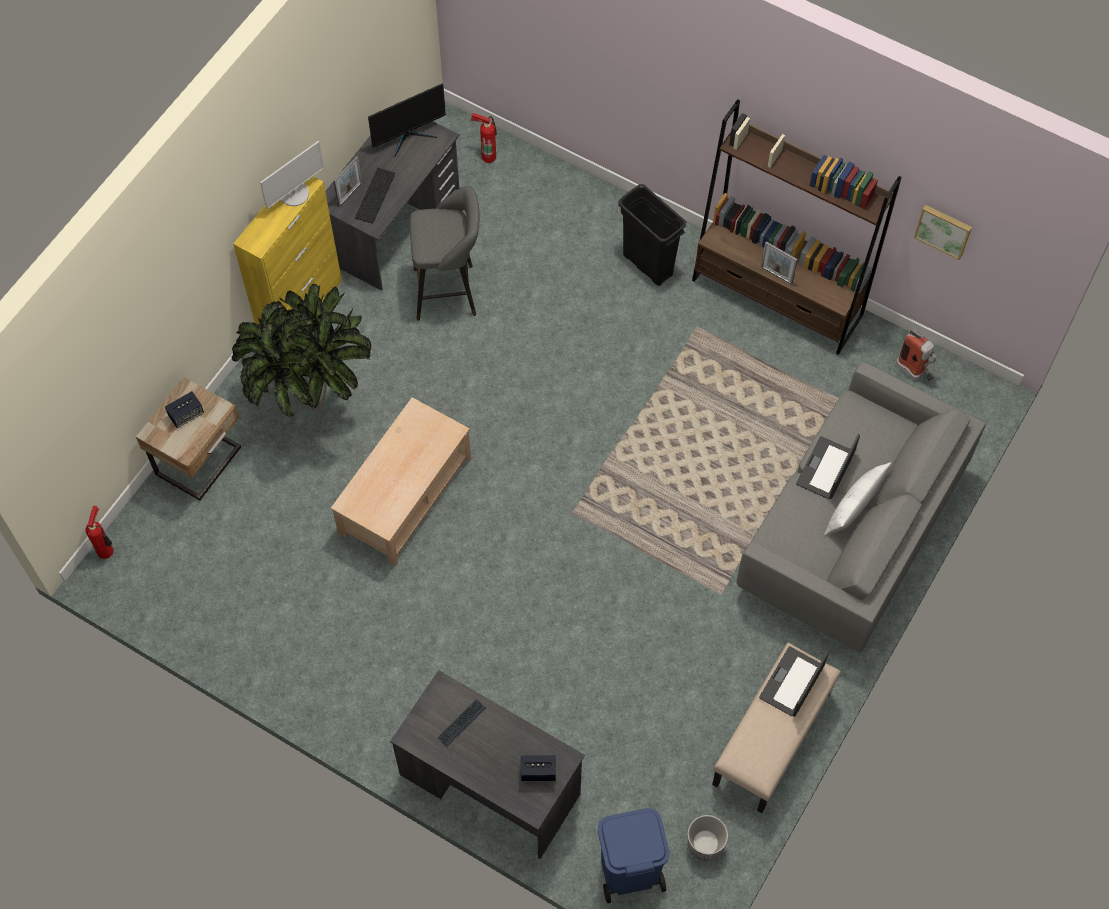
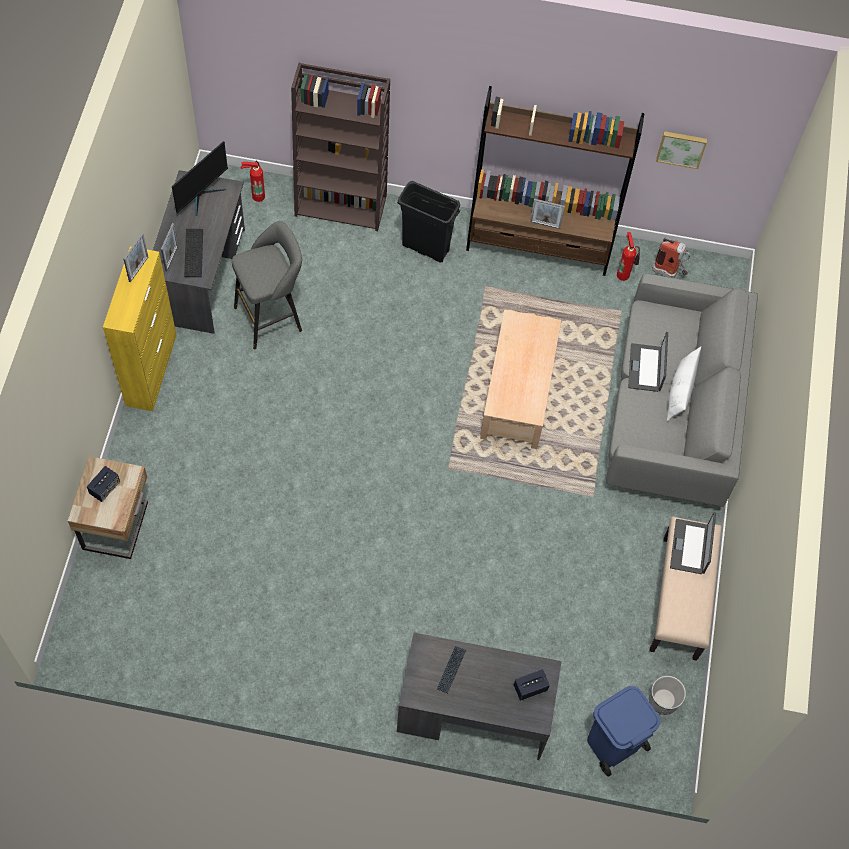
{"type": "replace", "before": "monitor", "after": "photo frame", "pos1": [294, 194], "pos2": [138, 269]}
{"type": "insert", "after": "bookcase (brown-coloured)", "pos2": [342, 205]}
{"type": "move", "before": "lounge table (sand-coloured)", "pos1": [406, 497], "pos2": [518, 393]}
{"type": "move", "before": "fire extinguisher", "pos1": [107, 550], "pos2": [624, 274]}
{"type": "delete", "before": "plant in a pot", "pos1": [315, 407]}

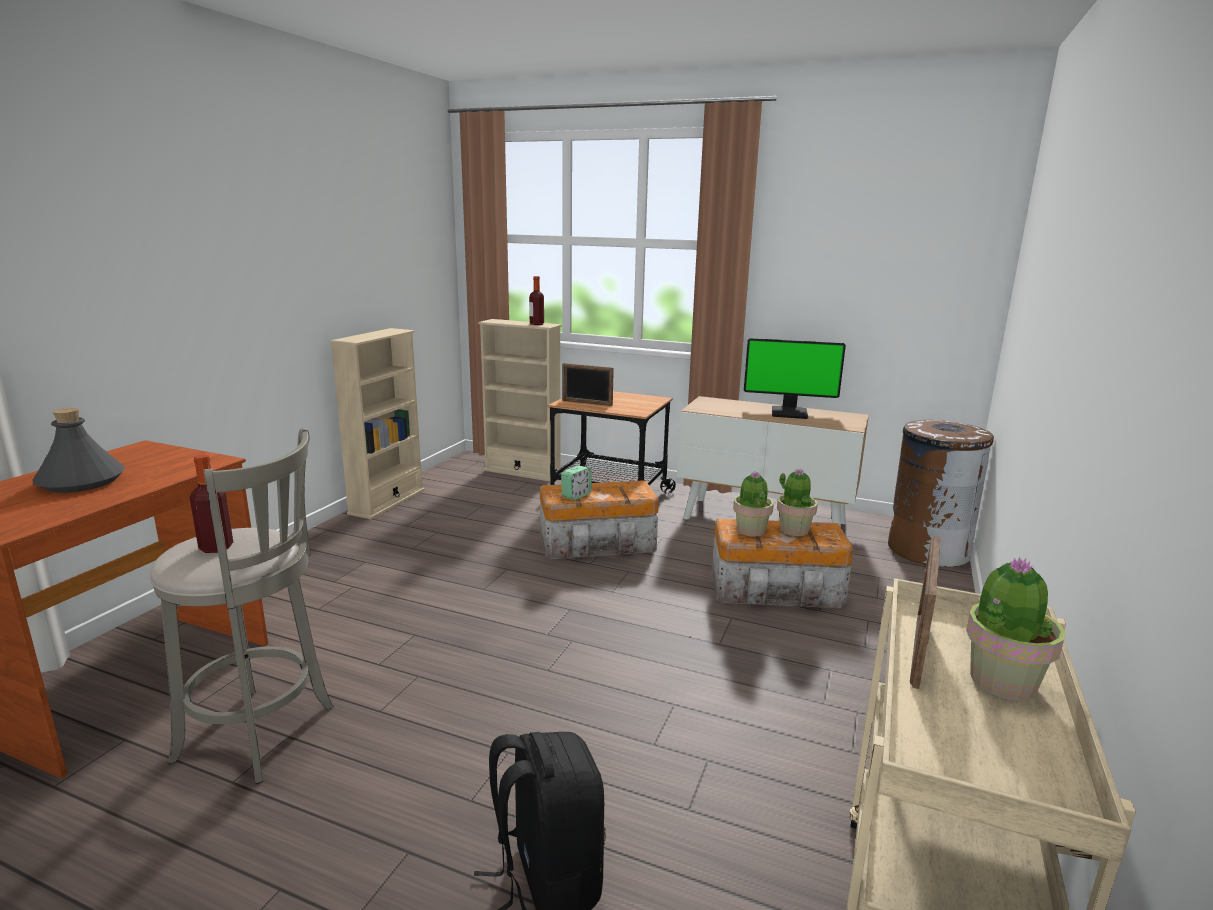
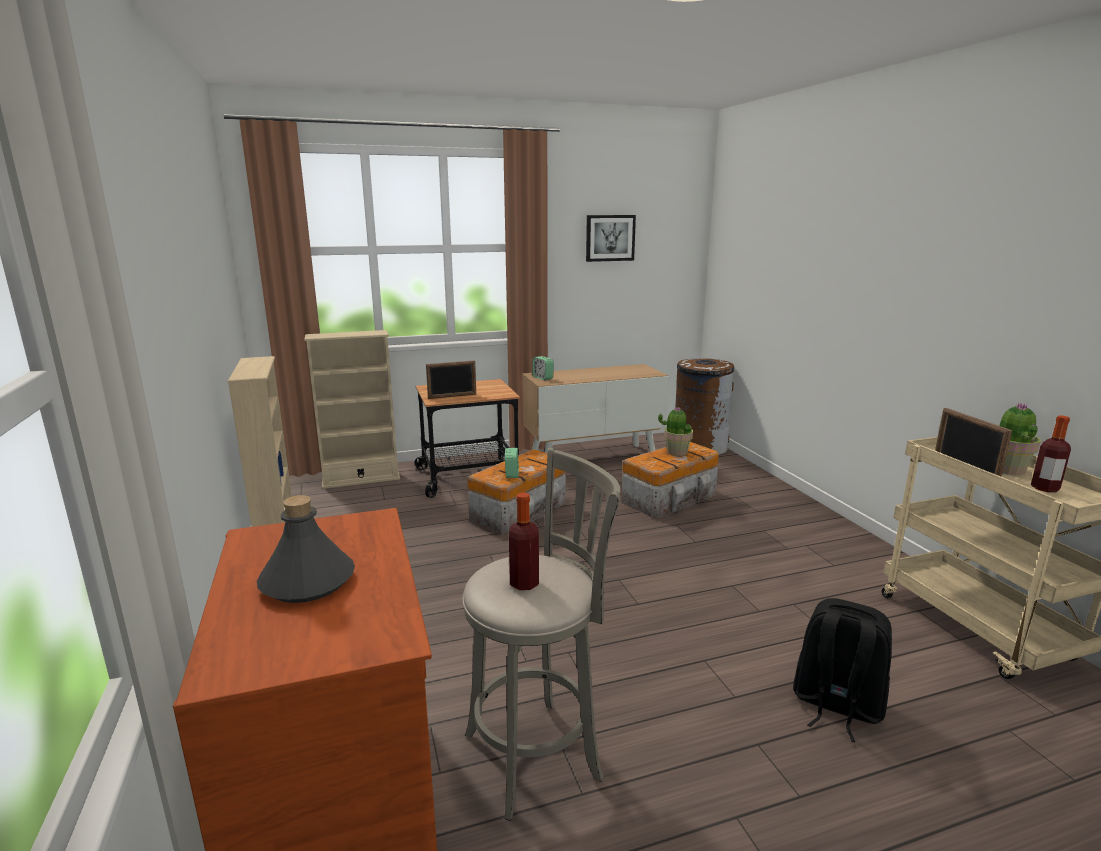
{"type": "insert", "after": "table clock", "pos2": [543, 378]}
{"type": "insert", "after": "wall picture", "pos2": [610, 238]}
{"type": "move", "before": "drink bottle", "pos1": [536, 324], "pos2": [1044, 488]}
{"type": "delete", "before": "plant in a pot", "pos1": [750, 531]}
{"type": "delete", "before": "monitor", "pos1": [790, 413]}

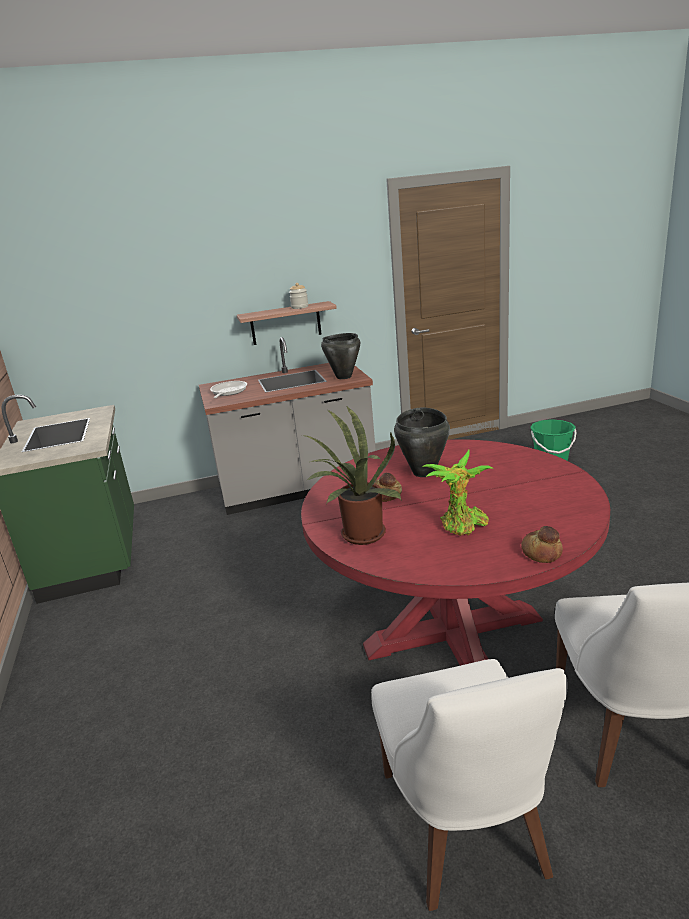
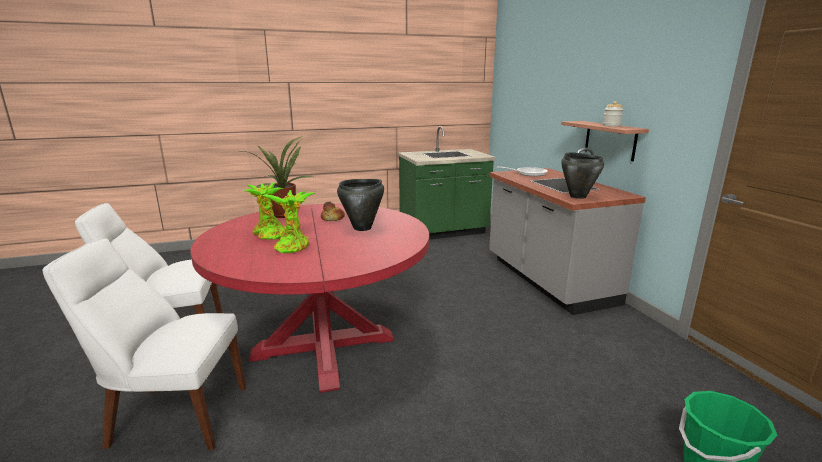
{"type": "insert", "after": "plant in a pot", "pos2": [292, 246]}
{"type": "delete", "before": "baked bread", "pos1": [542, 553]}

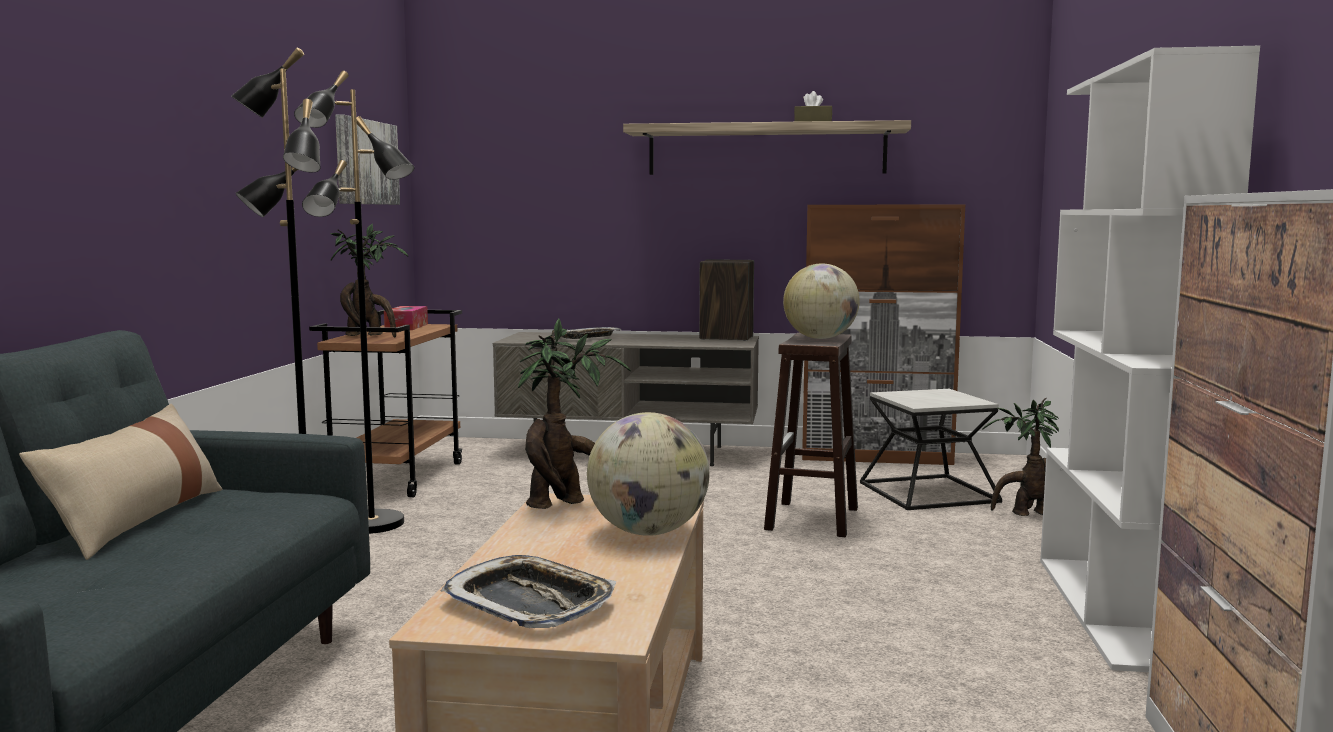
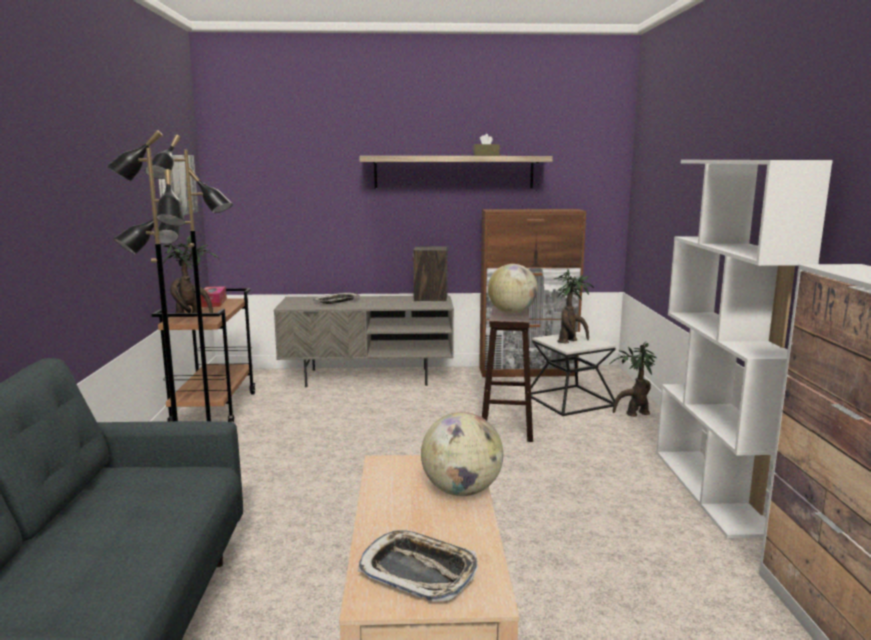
{"type": "move", "before": "plant in a pot", "pos1": [564, 505], "pos2": [570, 341]}
{"type": "delete", "before": "throw pillow (sand-coloured)", "pos1": [137, 520]}

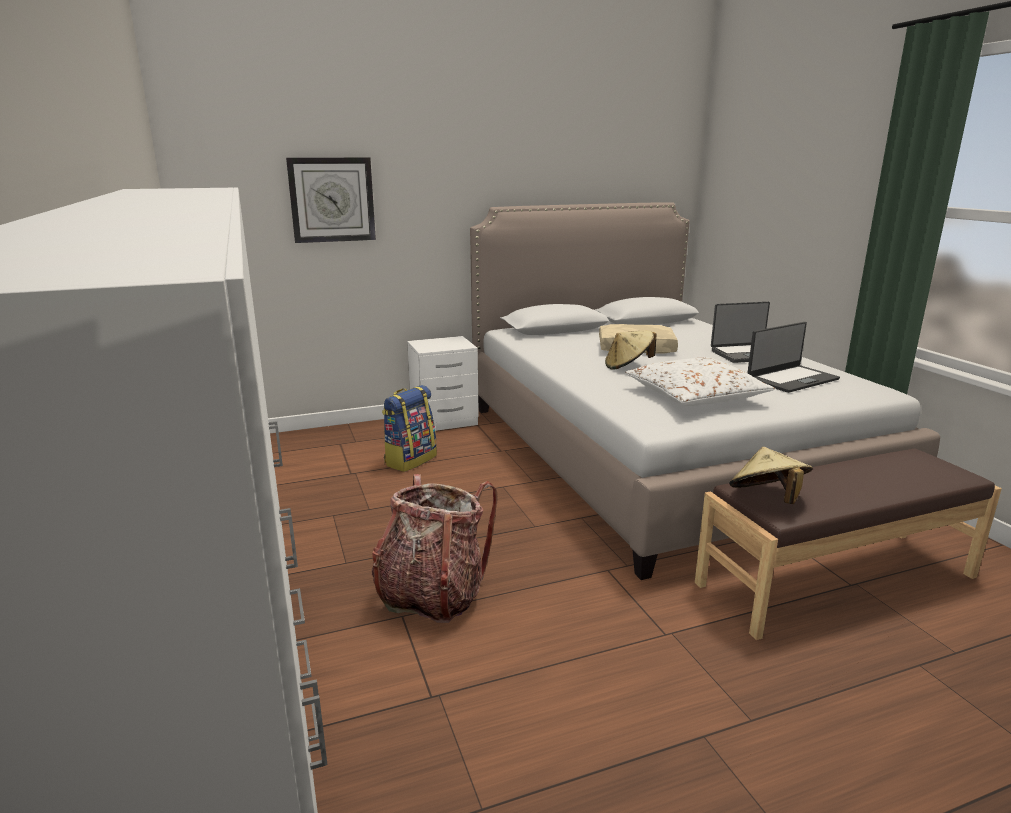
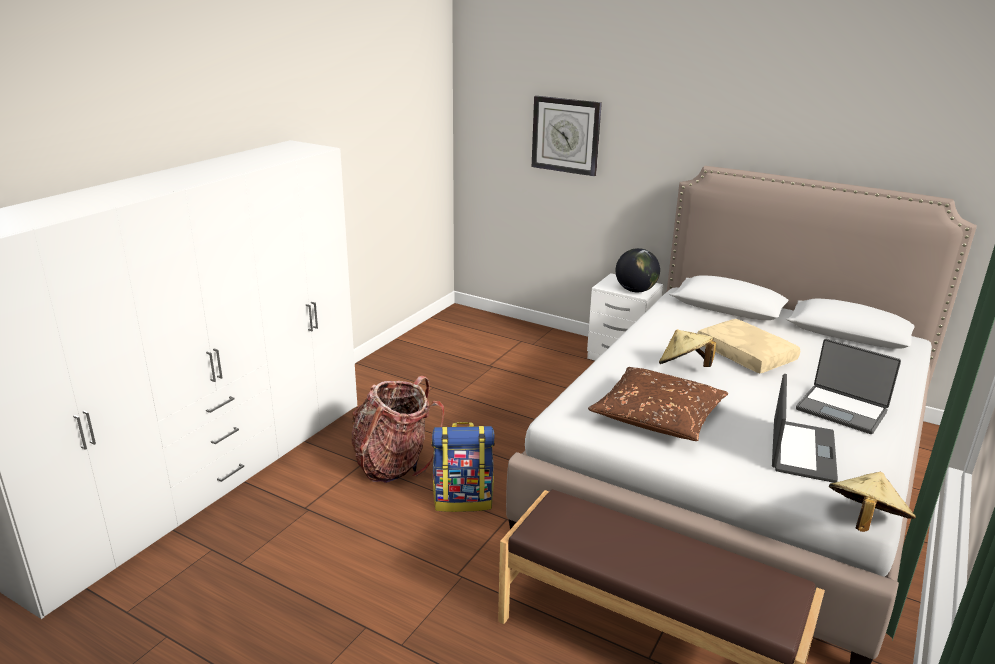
{"type": "move", "before": "backpack", "pos1": [410, 460], "pos2": [463, 500]}
{"type": "recolor", "before": "throw pillow (whitish)", "after": "throw pillow (brown-coloured)", "pos1": [695, 396], "pos2": [657, 415]}
{"type": "insert", "after": "desk globe", "pos2": [635, 290]}
{"type": "rotate", "before": "notebook computer", "pos1": [791, 379], "pos2": [801, 450], "turn": -90}
{"type": "move", "before": "hat (sand-coloured)", "pos1": [767, 499], "pos2": [864, 522]}

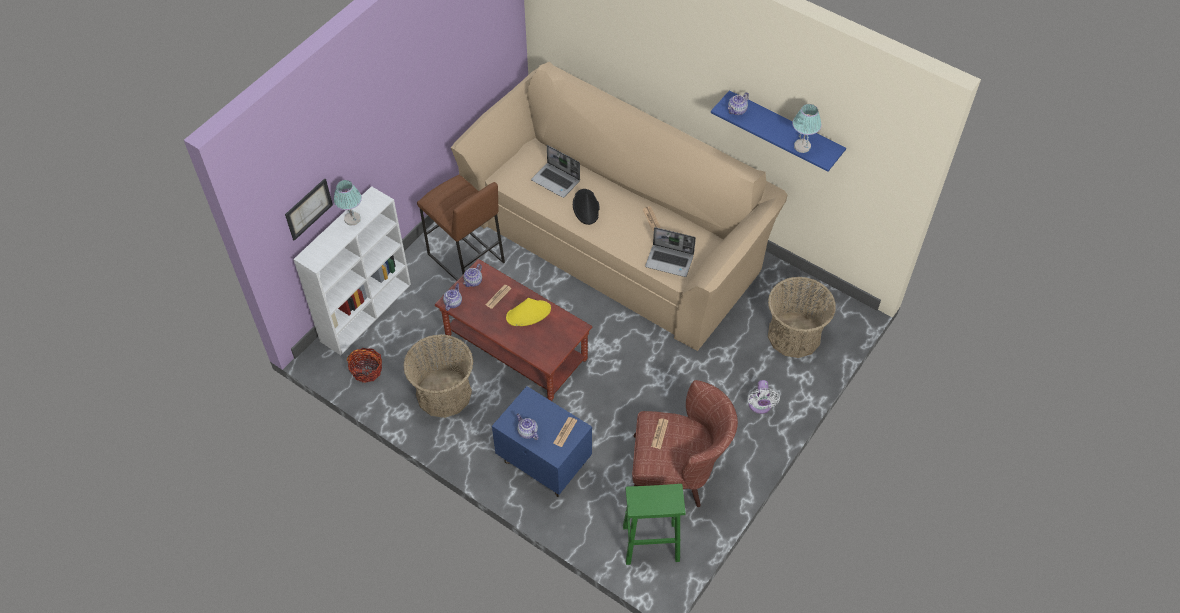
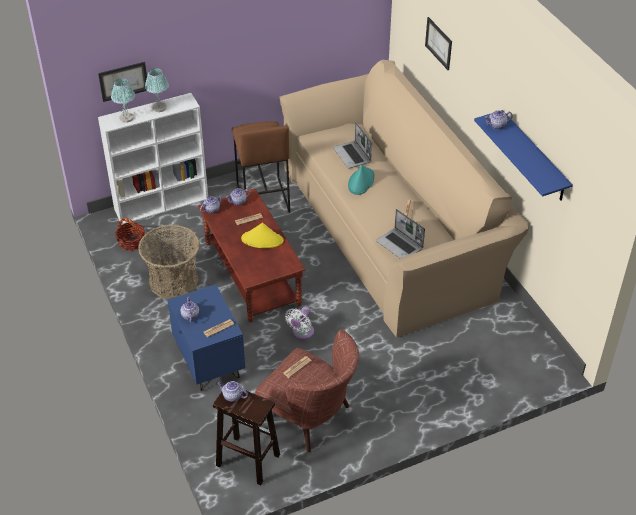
{"type": "move", "before": "lamp for a table", "pos1": [802, 146], "pos2": [126, 118]}
{"type": "recolor", "before": "stool seat (greenish)", "after": "stool seat (brown-coloured)", "pos1": [650, 543], "pos2": [247, 460]}
{"type": "insert", "after": "pot for tea", "pos2": [232, 396]}
{"type": "move", "before": "fan (whitish)", "pos1": [760, 406], "pos2": [301, 333]}
{"type": "recolor", "before": "hat (black-coloured)", "after": "hat (blue-green)", "pos1": [586, 207], "pos2": [361, 182]}
{"type": "insert", "after": "wall picture", "pos2": [439, 43]}
{"type": "delete", "before": "household basket", "pos1": [794, 335]}

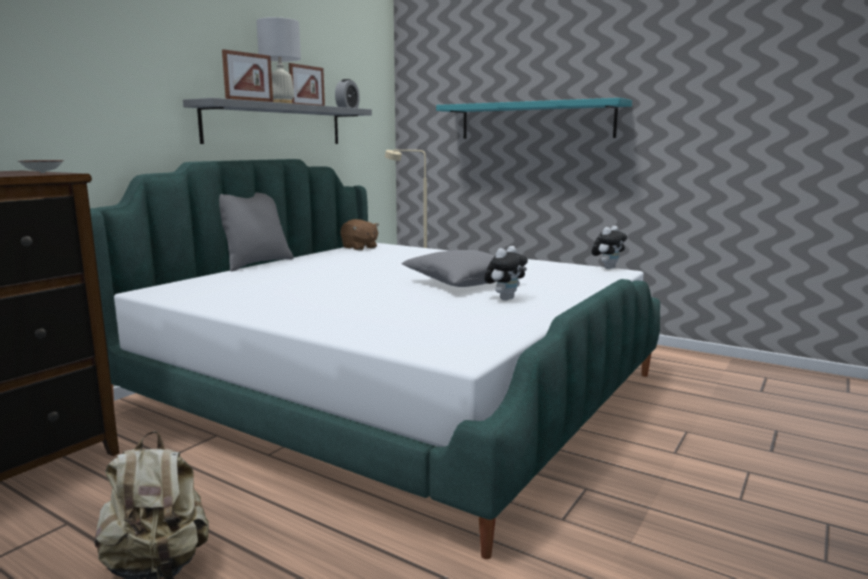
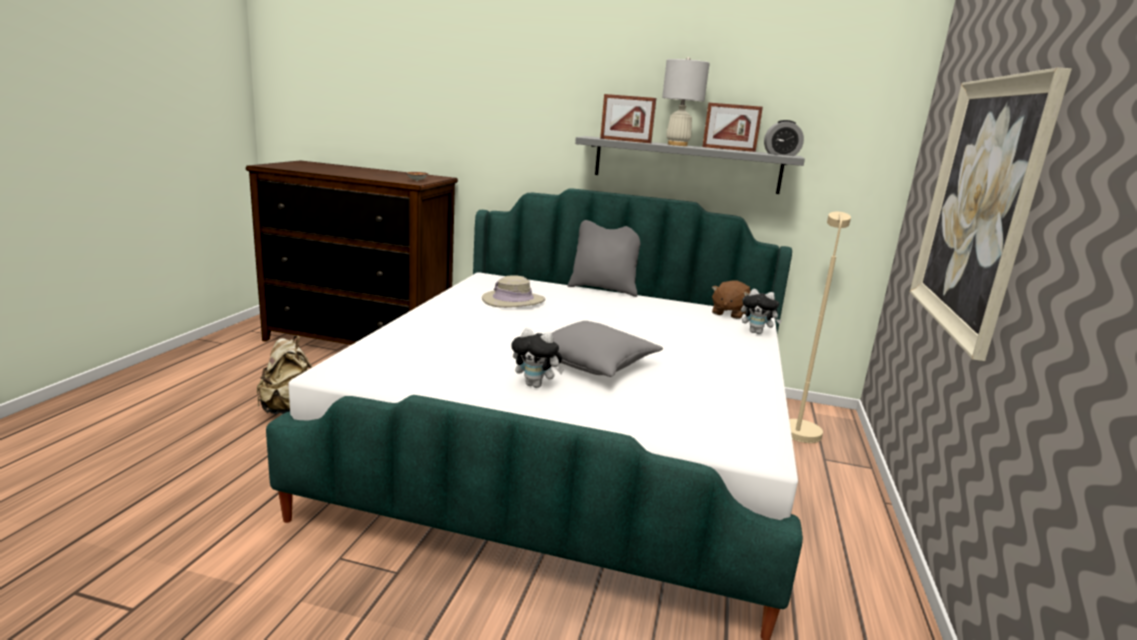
{"type": "insert", "after": "hat (sand-coloured)", "pos2": [513, 300]}
{"type": "move", "before": "cuddly toy", "pos1": [608, 268], "pos2": [757, 332]}
{"type": "replace", "before": "bracket shelf (blue-green)", "after": "wall picture", "pos1": [535, 121], "pos2": [978, 206]}

